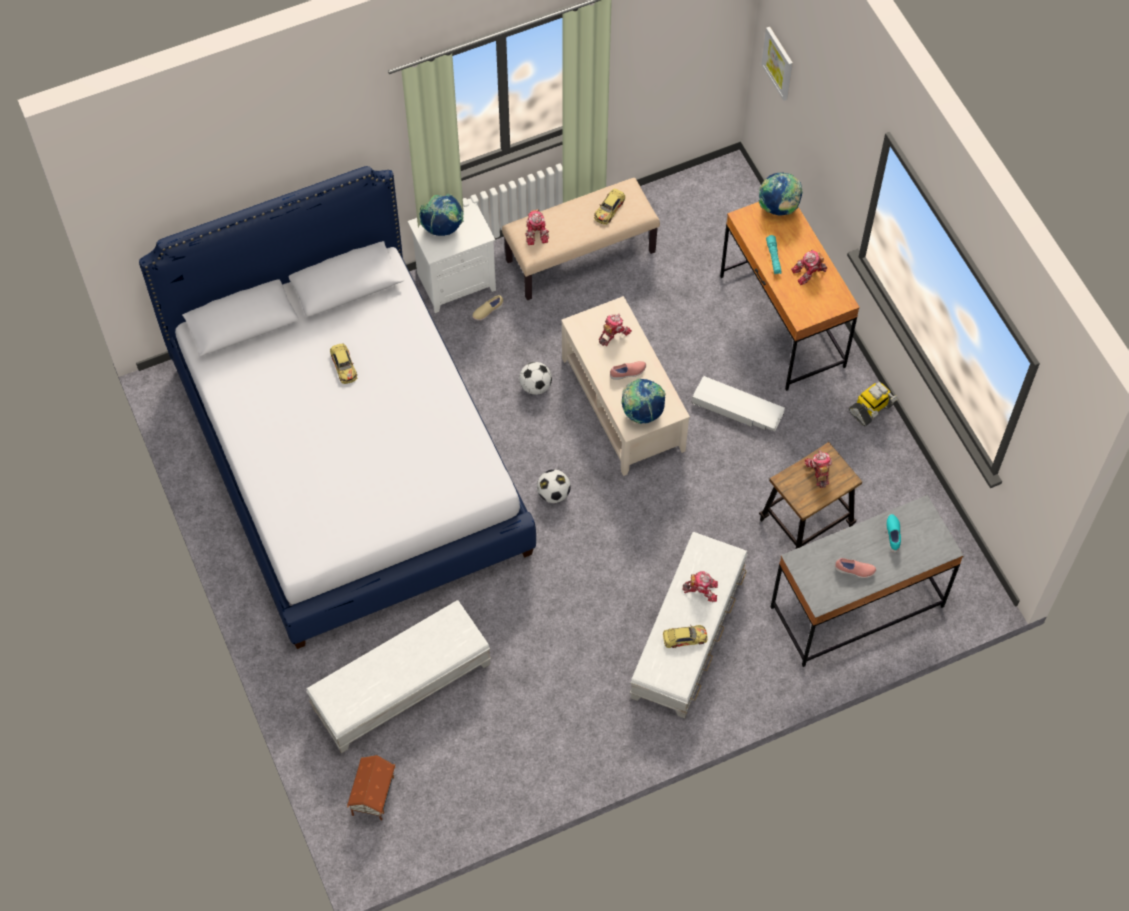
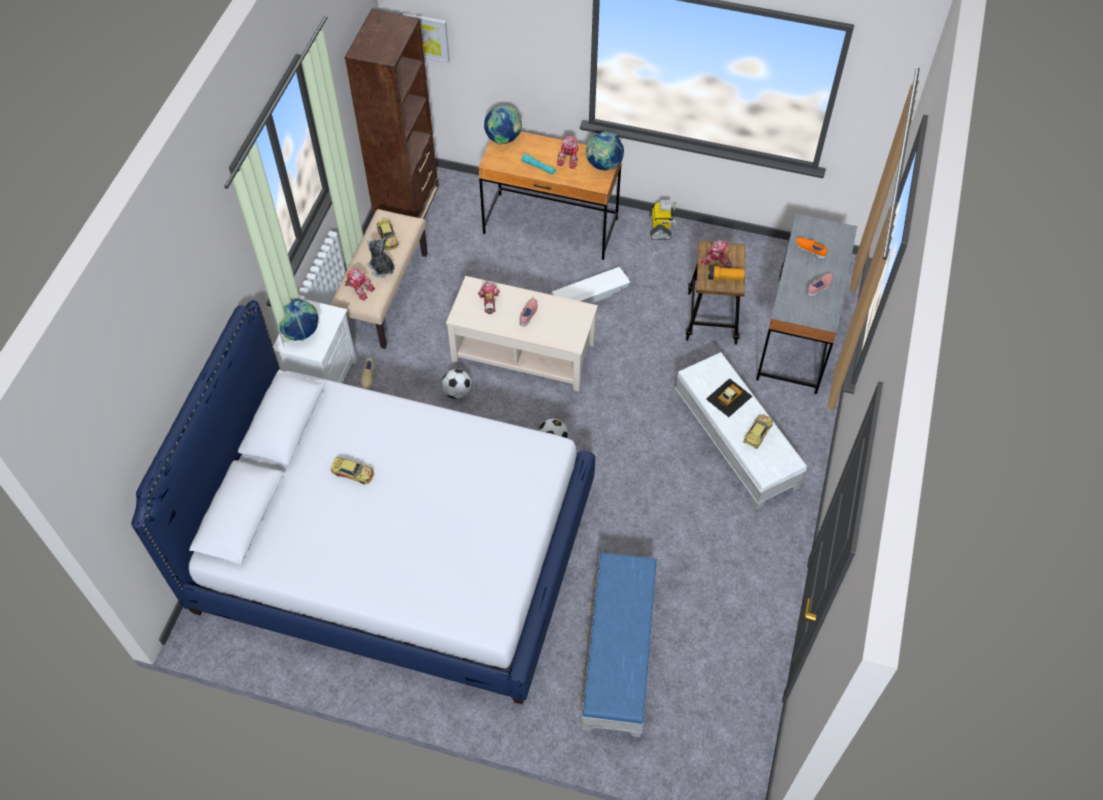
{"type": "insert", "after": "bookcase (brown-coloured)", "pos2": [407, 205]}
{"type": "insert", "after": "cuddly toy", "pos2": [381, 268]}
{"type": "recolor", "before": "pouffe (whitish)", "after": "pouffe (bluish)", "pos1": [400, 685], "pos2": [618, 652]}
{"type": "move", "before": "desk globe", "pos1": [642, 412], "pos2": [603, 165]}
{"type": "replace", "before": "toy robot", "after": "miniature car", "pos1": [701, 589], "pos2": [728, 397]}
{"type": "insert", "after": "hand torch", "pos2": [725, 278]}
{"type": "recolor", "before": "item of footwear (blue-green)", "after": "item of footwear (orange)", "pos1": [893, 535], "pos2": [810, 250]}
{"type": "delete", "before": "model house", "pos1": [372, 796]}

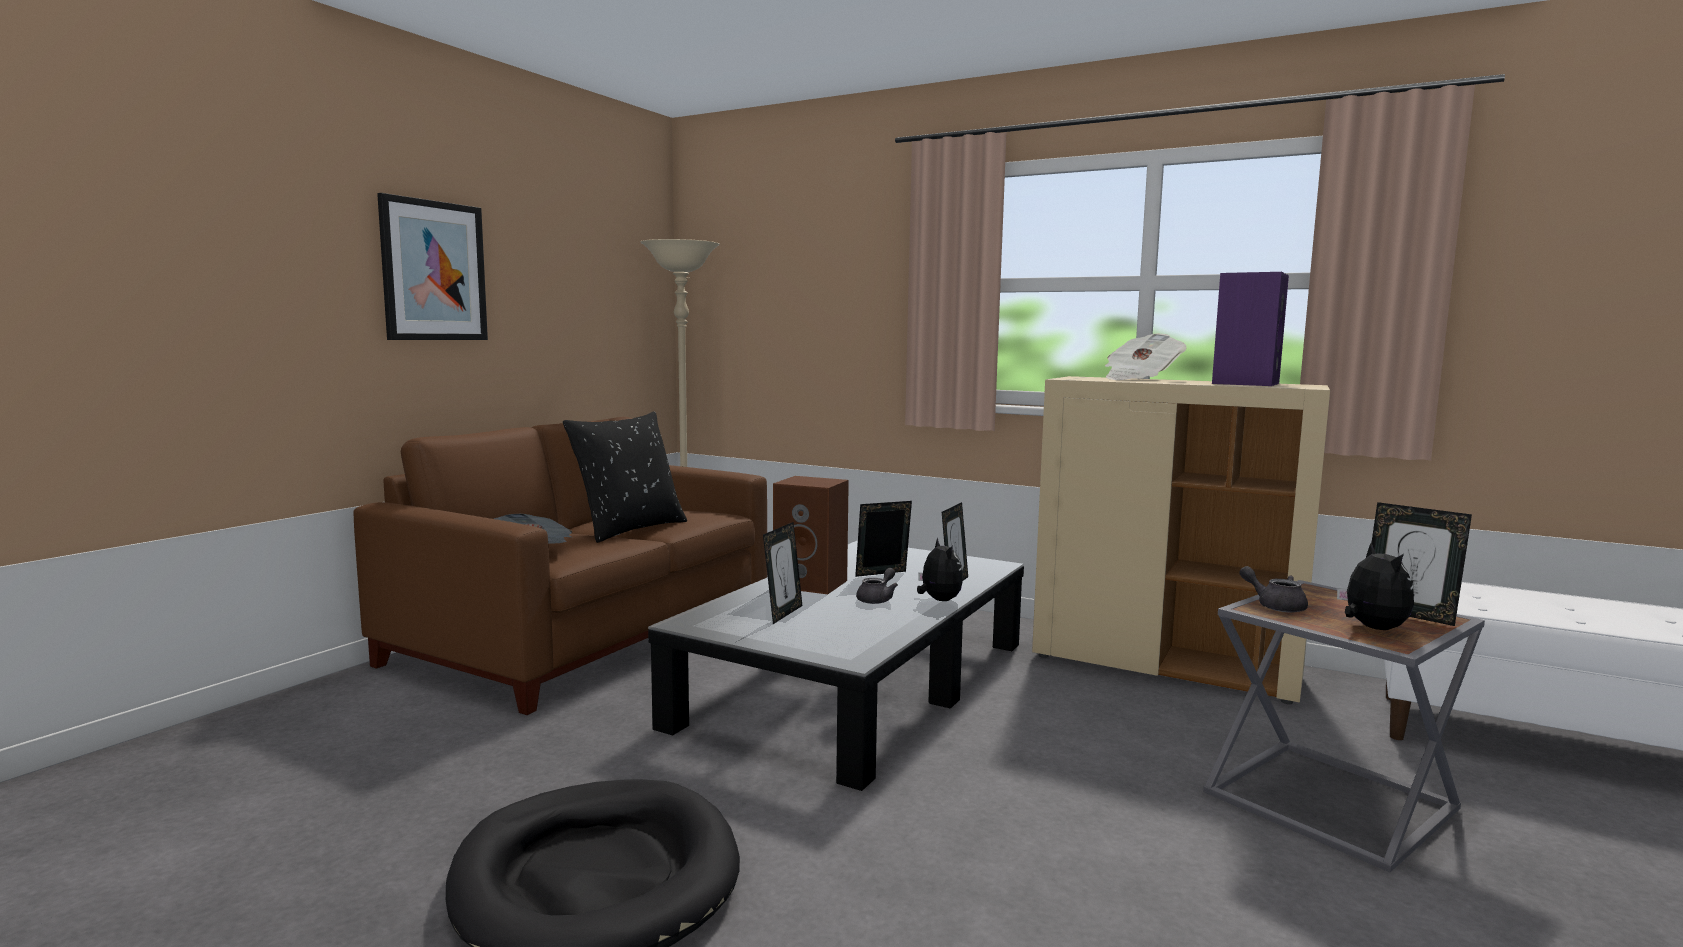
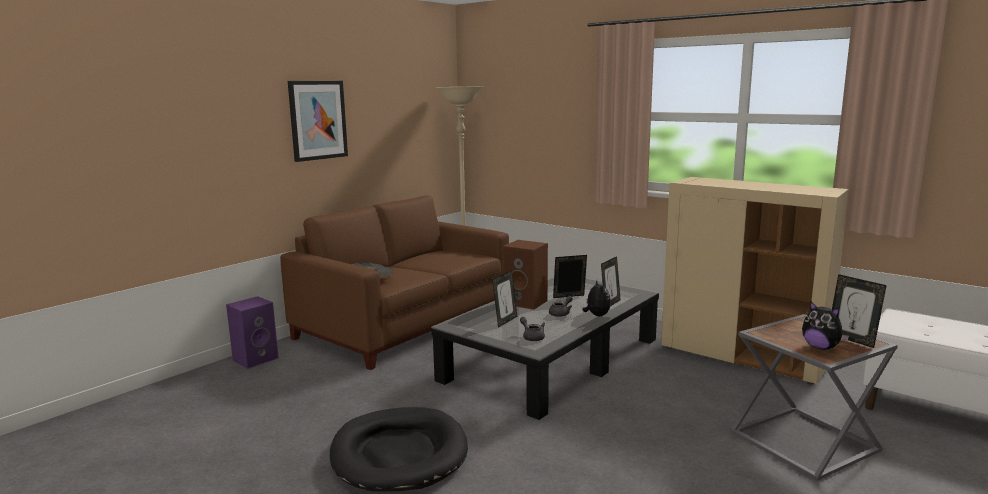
{"type": "move", "before": "loudspeaker (purple)", "pos1": [1244, 383], "pos2": [256, 358]}
{"type": "move", "before": "pot for tea (gray)", "pos1": [1275, 606], "pos2": [532, 337]}
{"type": "rotate", "before": "cuddly toy", "pos1": [1371, 628], "pos2": [821, 347], "turn": 135}
{"type": "delete", "before": "throw pillow (black-coloured)", "pos1": [629, 529]}
{"type": "delete", "before": "printed paper", "pos1": [1139, 379]}

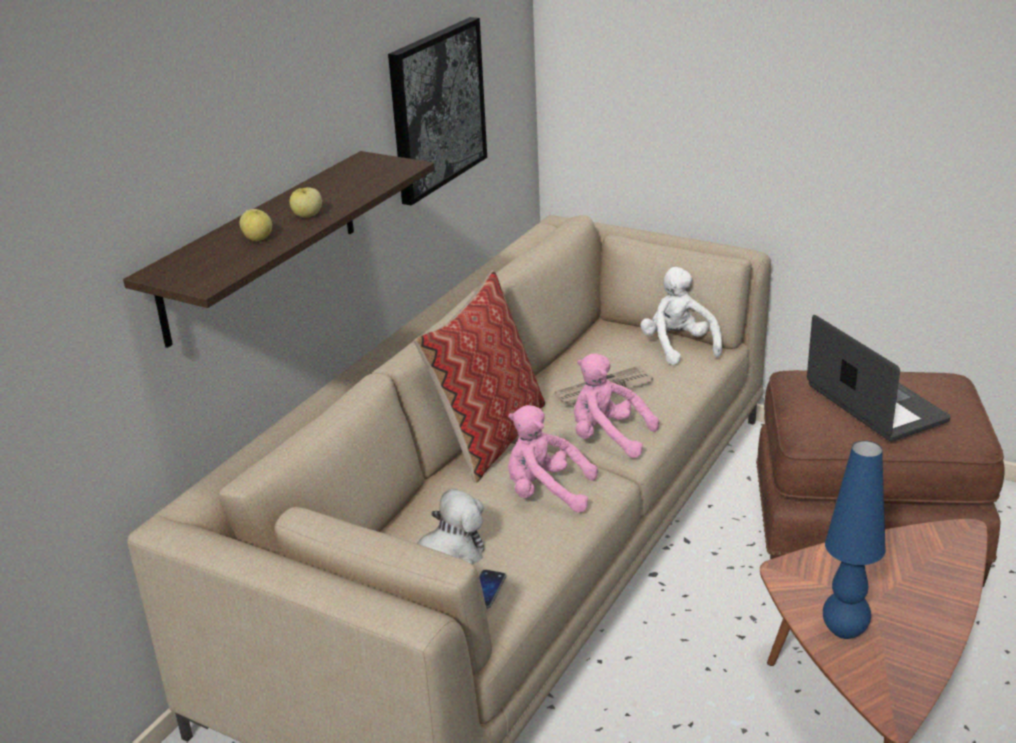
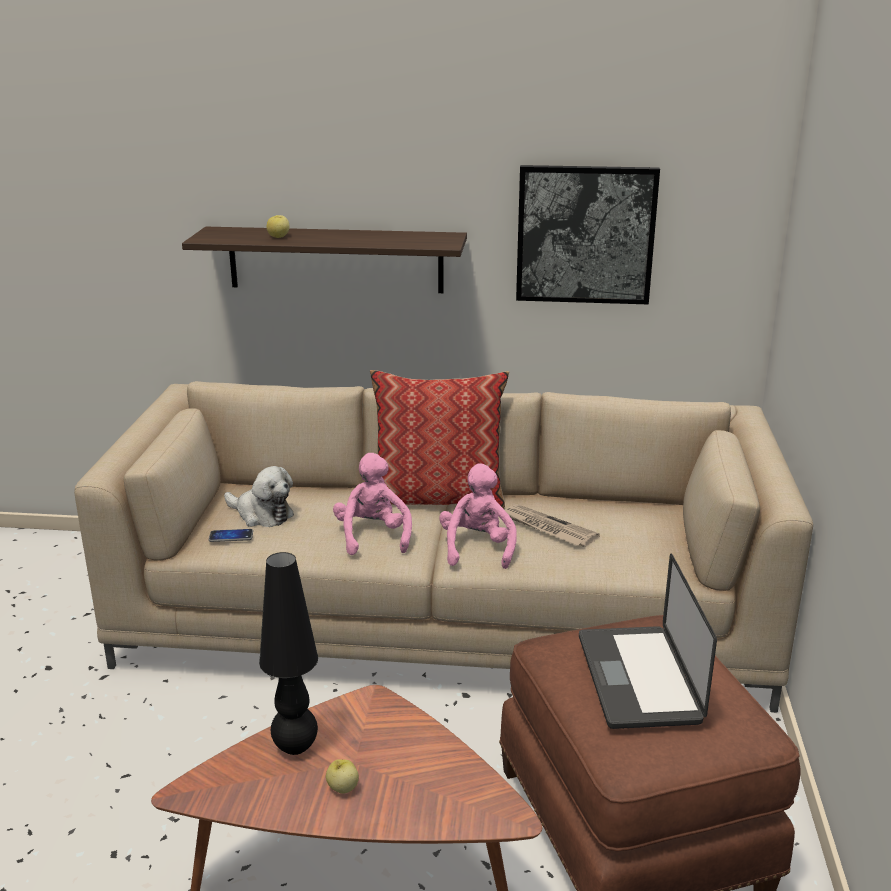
{"type": "recolor", "before": "lamp for a table (bluish)", "after": "lamp for a table (black-coloured)", "pos1": [844, 632], "pos2": [295, 747]}
{"type": "move", "before": "apple fruit", "pos1": [307, 216], "pos2": [342, 788]}
{"type": "rotate", "before": "notebook computer", "pos1": [875, 404], "pos2": [638, 678], "turn": 135}
{"type": "delete", "before": "cuddly toy (whitish)", "pos1": [678, 347]}

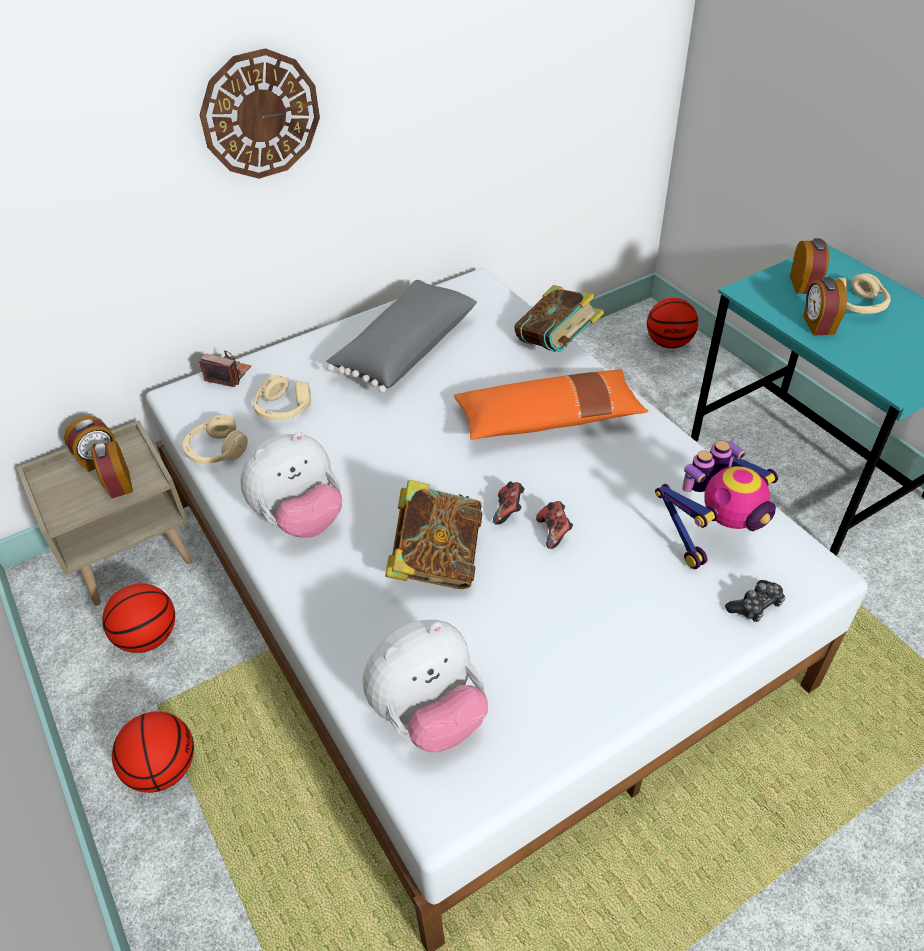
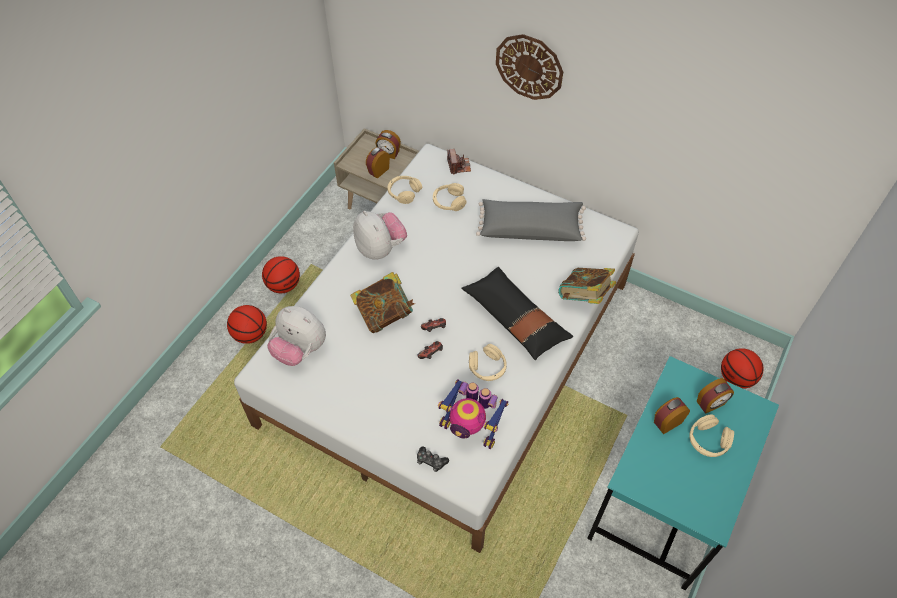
{"type": "move", "before": "basketball ball", "pos1": [149, 637], "pos2": [250, 334]}
{"type": "rotate", "before": "cuddly toy", "pos1": [300, 518], "pos2": [380, 248], "turn": -150}
{"type": "recolor", "before": "throw pillow (orange)", "after": "throw pillow (black-coloured)", "pos1": [548, 419], "pos2": [515, 319]}
{"type": "insert", "after": "headset (sand-coloured)", "pos2": [487, 367]}

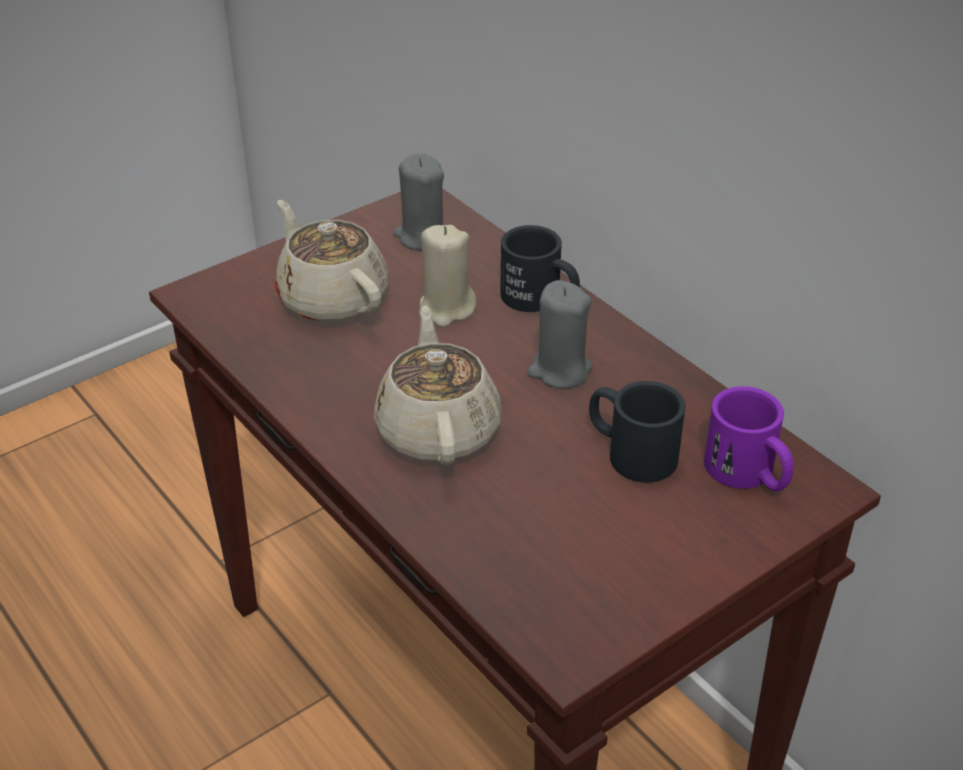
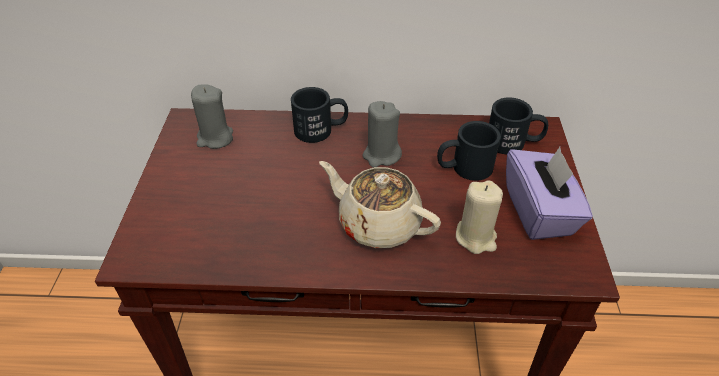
{"type": "move", "before": "wax candle (sand-coloured)", "pos1": [446, 309], "pos2": [476, 237]}
{"type": "recolor", "before": "mug (purple)", "after": "mug (black-coloured)", "pos1": [749, 474], "pos2": [513, 143]}
{"type": "insert", "after": "tissue holder (purple)", "pos2": [539, 212]}
{"type": "delete", "before": "pot for tea (sand-coloured)", "pos1": [332, 298]}

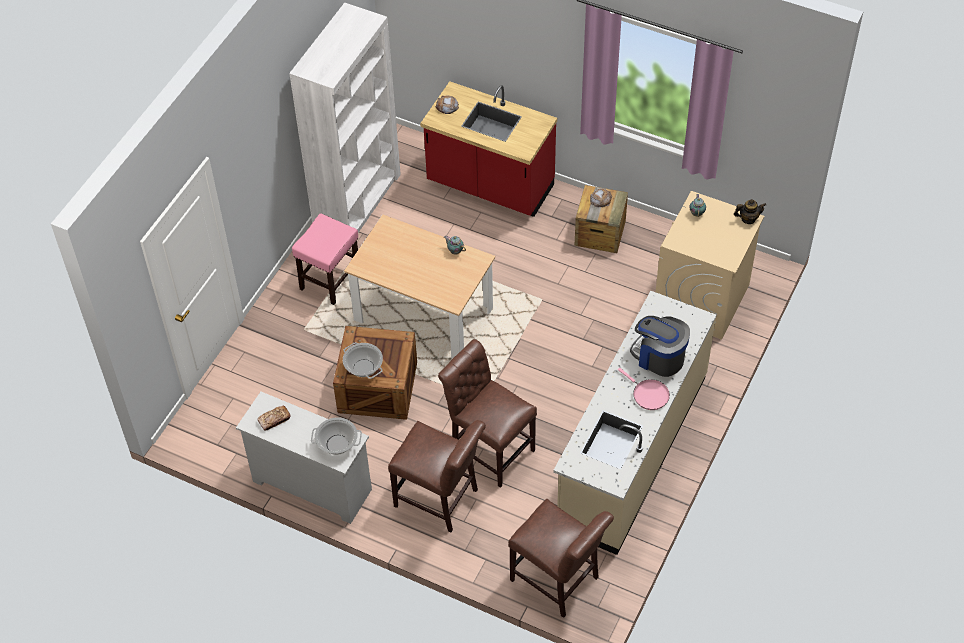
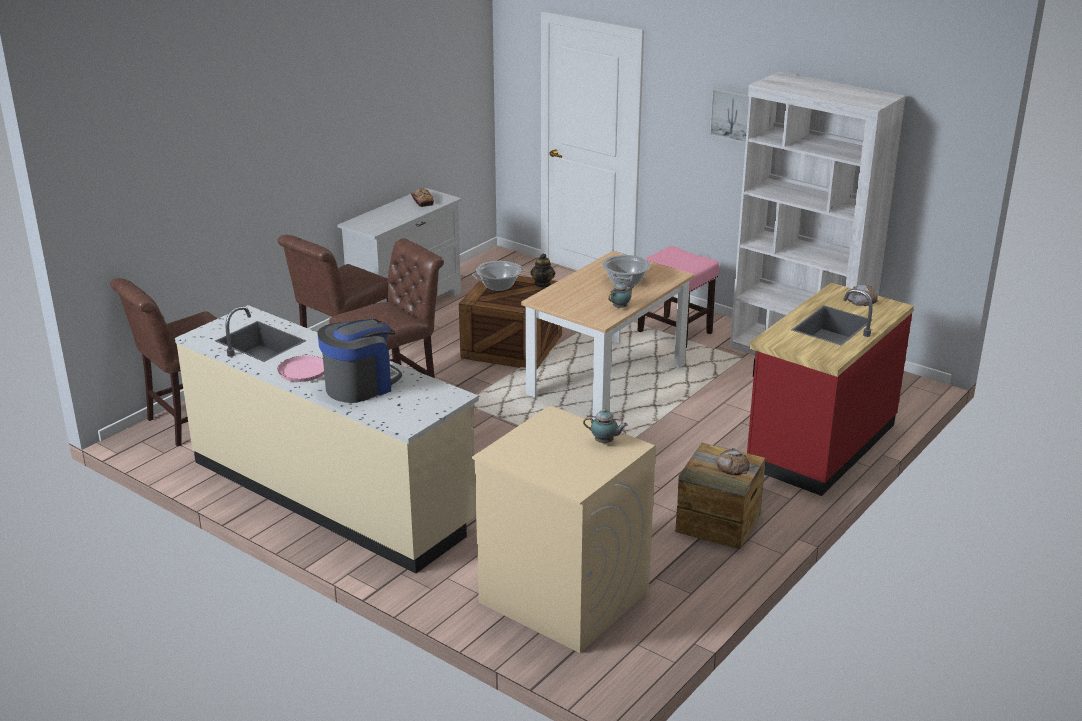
{"type": "move", "before": "pot for tea", "pos1": [748, 219], "pos2": [543, 284]}
{"type": "move", "before": "cooking pot", "pos1": [337, 444], "pos2": [625, 281]}
{"type": "insert", "after": "wall picture", "pos2": [734, 115]}

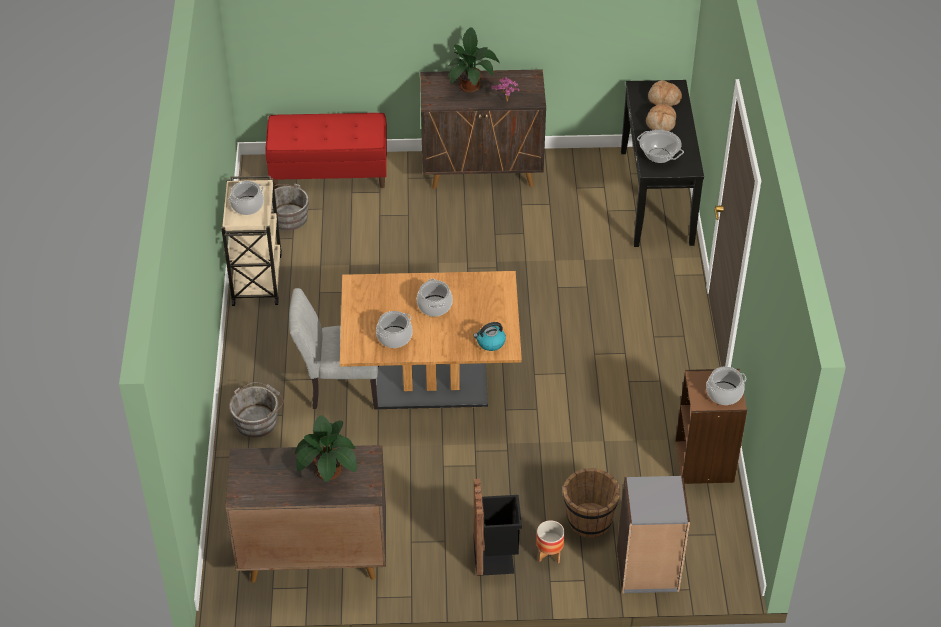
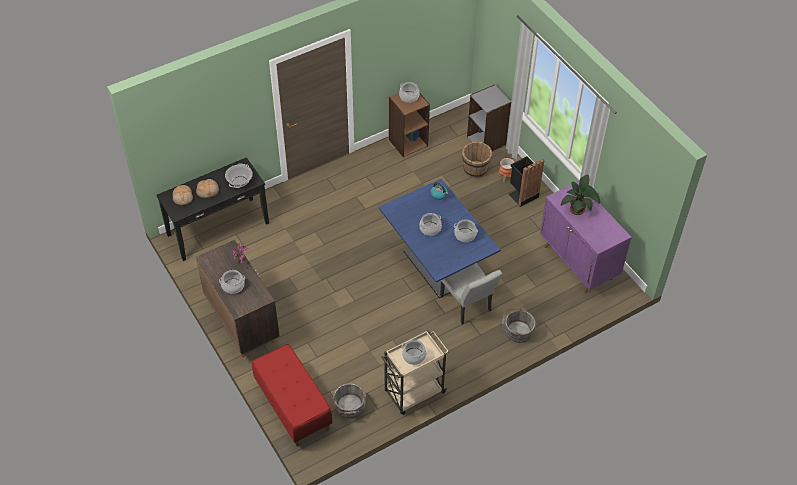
{"type": "replace", "before": "plant in a pot", "after": "cooking pot", "pos1": [471, 84], "pos2": [233, 286]}
{"type": "recolor", "before": "dinner table (brown-coloured)", "after": "dinner table (bluish)", "pos1": [431, 385], "pos2": [436, 267]}
{"type": "recolor", "before": "storage cabinet (brown-coloured)", "after": "storage cabinet (purple)", "pos1": [312, 555], "pos2": [578, 263]}

